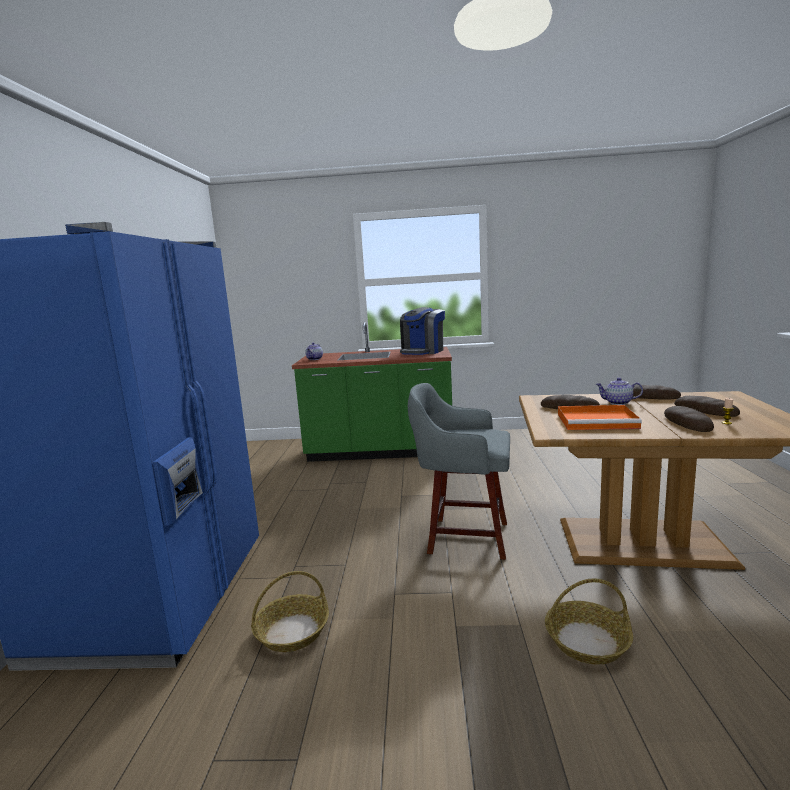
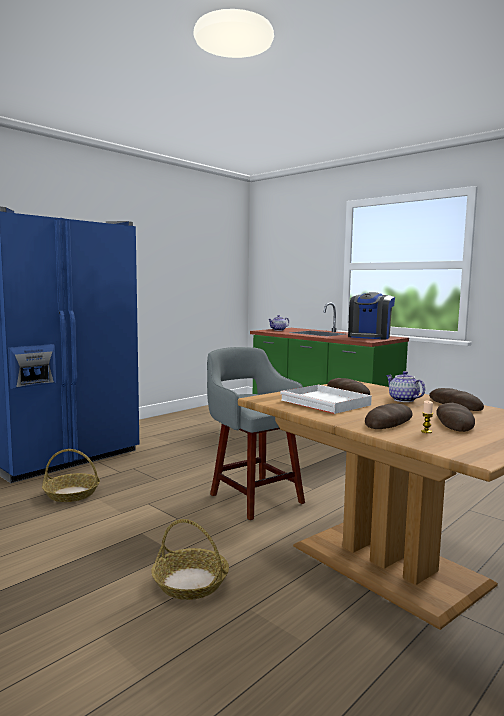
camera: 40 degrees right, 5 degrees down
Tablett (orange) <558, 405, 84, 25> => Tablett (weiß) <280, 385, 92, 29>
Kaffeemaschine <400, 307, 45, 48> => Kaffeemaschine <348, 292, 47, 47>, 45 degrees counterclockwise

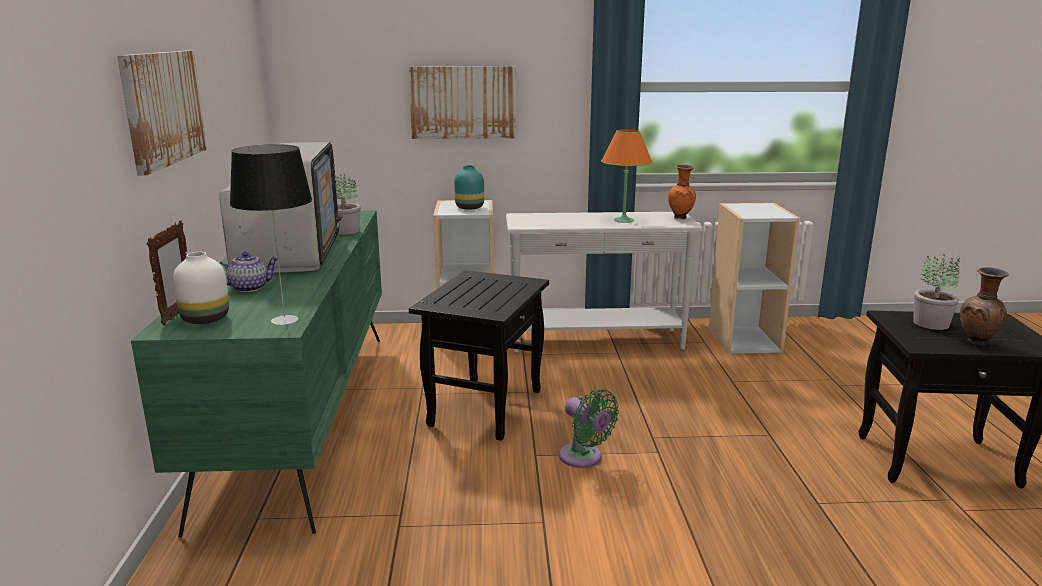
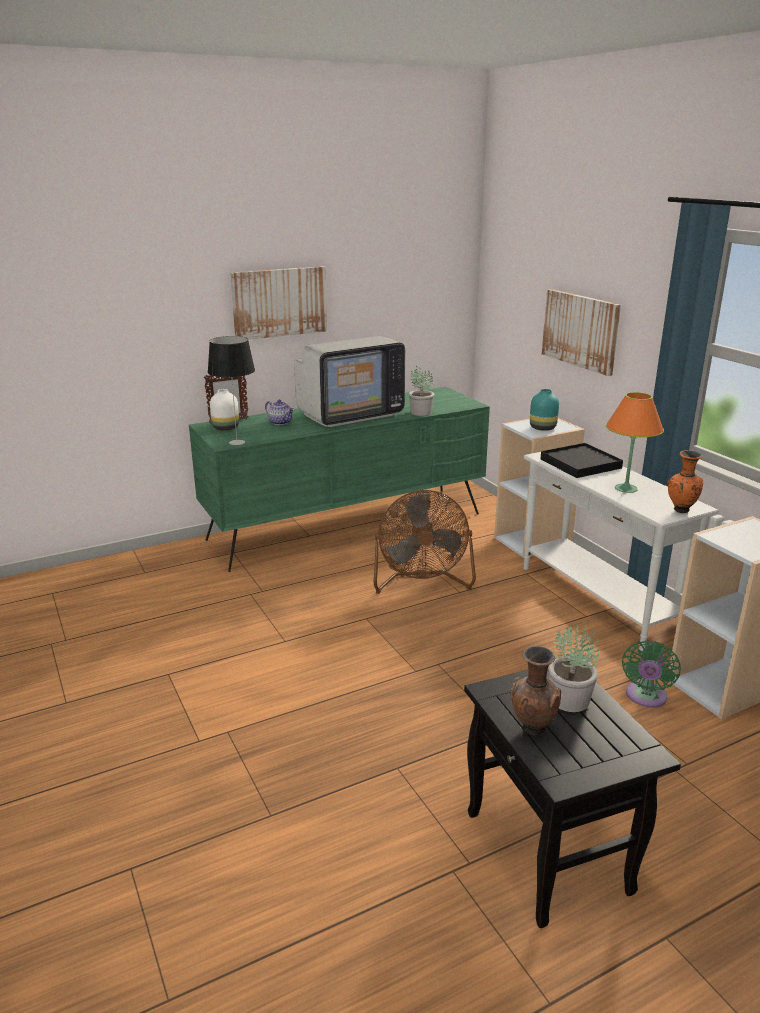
camera: 65 degrees right, 5 degrees up
Beistelltisch (schwarz) <409, 270, 140, 170> => Ventilator (braun) <374, 490, 102, 104>
nothing => Tablett (schwarz) <541, 443, 82, 35>
Ventilator (grün) <559, 389, 60, 79> => Ventilator (grün) <622, 640, 59, 68>, shifted

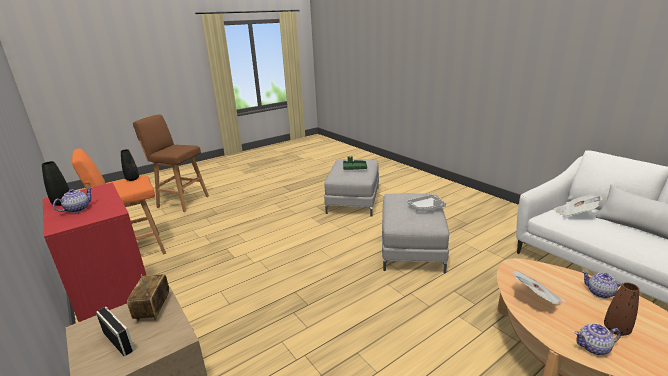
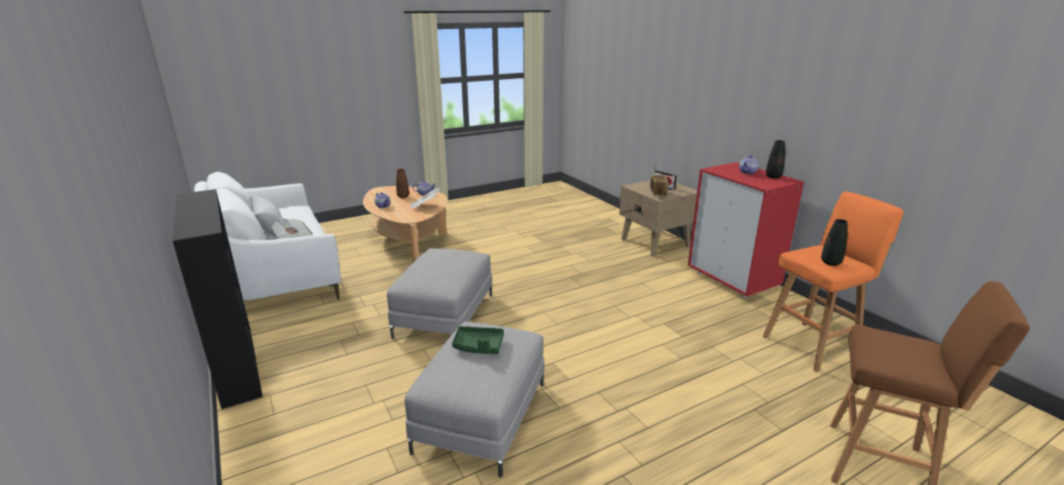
camera: 175 degrees left, 0 degrees up
nothing => Bücherregal (schwarz) <173, 189, 90, 220>
Tablett (grau) <407, 195, 39, 16> => nothing

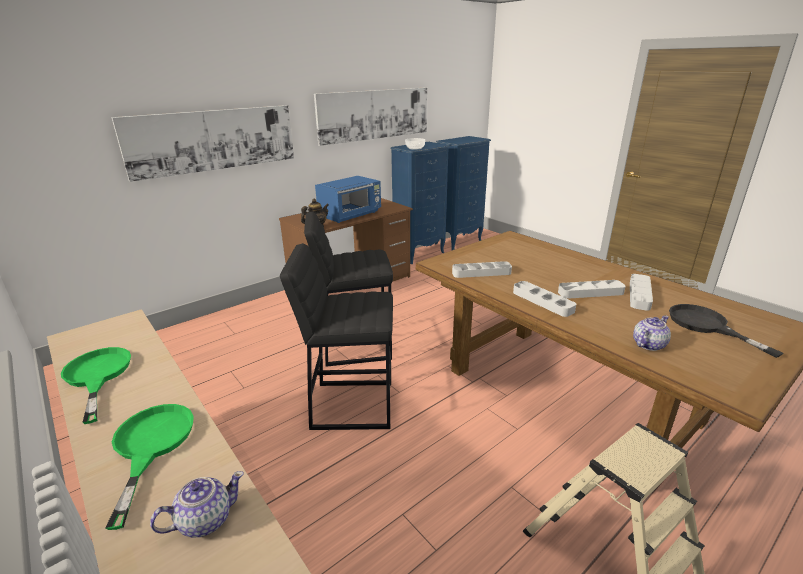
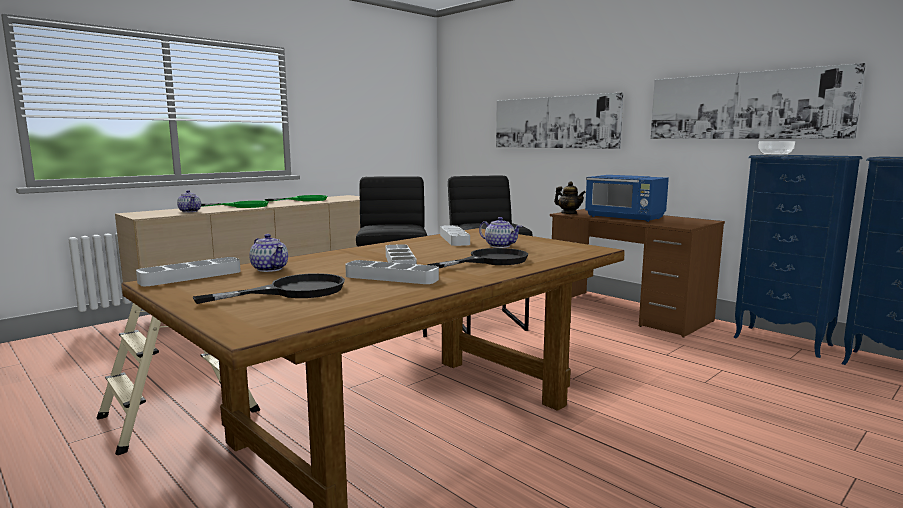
camera: 85 degrees right, 15 degrees down
Tablett (grau) <513, 281, 63, 36> => Tablett (grau) <136, 257, 105, 29>, shifted
nothing => Pfanne (schwarz) <427, 248, 101, 20>
nothing => Teekanne <479, 217, 43, 31>

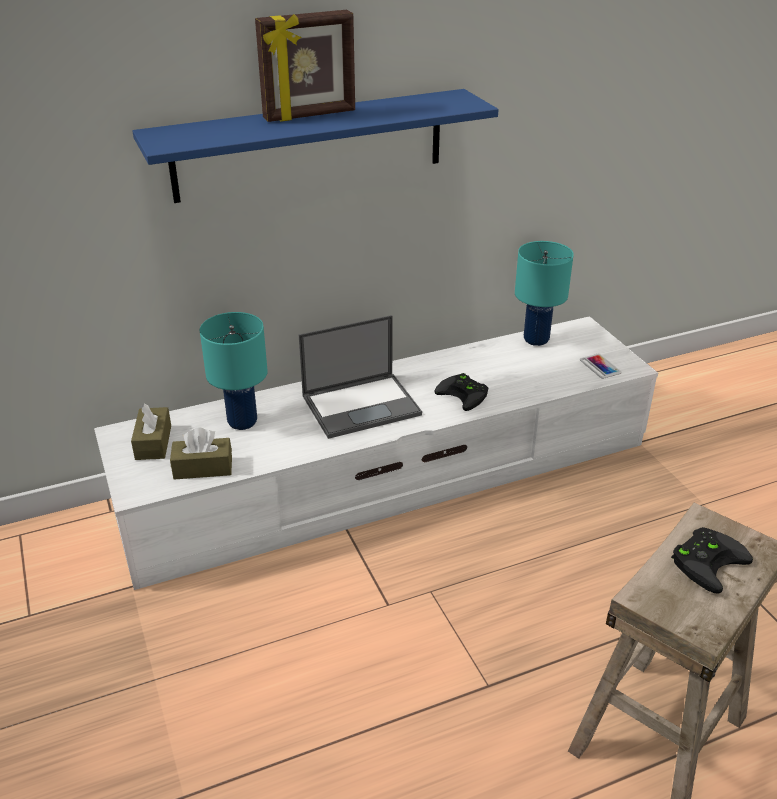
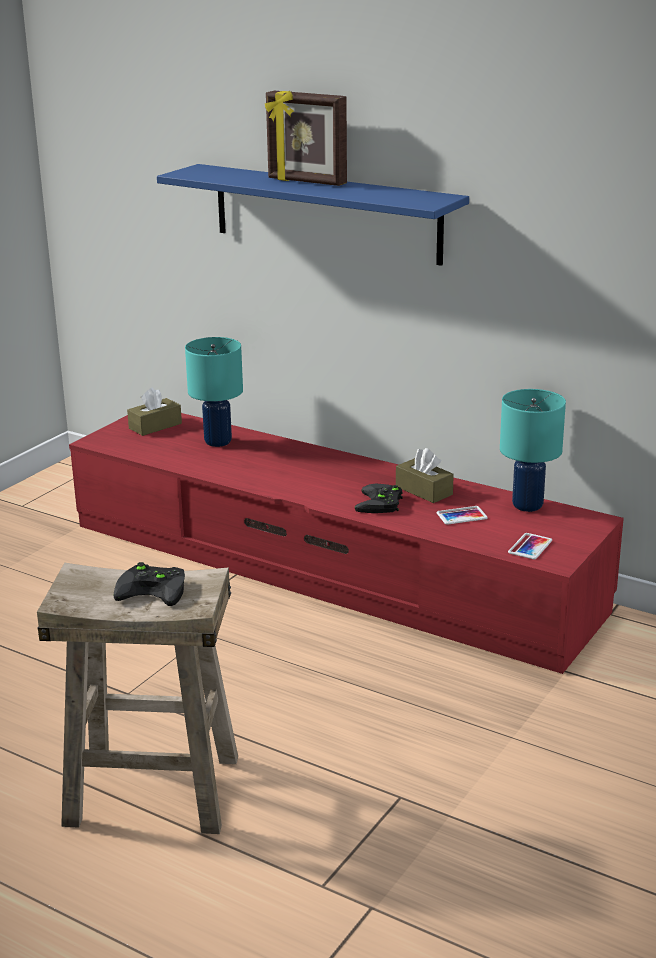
camera: 55 degrees right, 10 degrees down
Fernsehschrank (weiß) <94, 316, 564, 274> => Fernsehschrank (rot) <69, 413, 555, 261>
Taschentuchbox (braun) <170, 427, 62, 53> => Taschentuchbox (braun) <396, 448, 58, 55>, shifted
nothing => Handy <437, 506, 51, 19>
Laptop <299, 315, 123, 124> => nothing

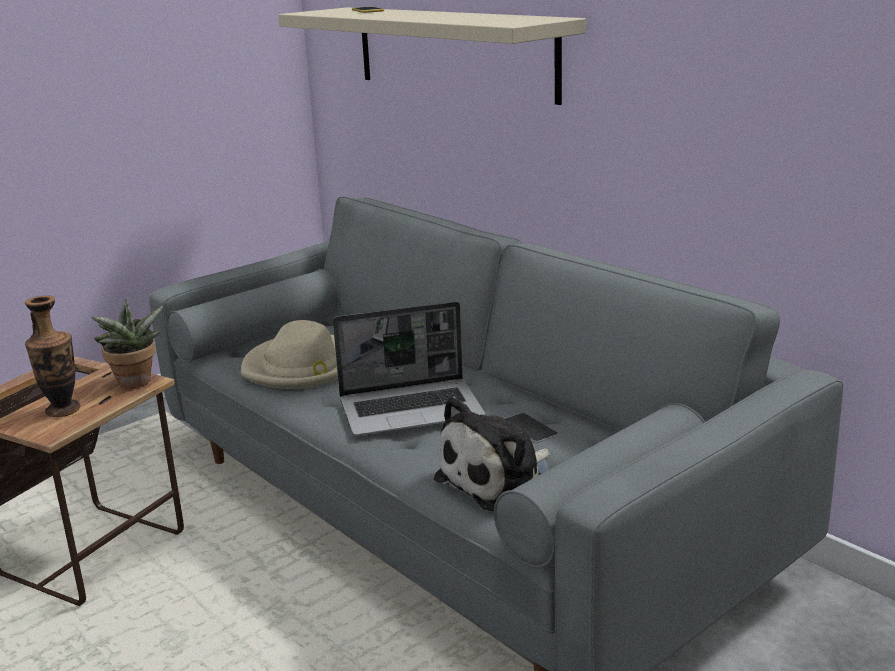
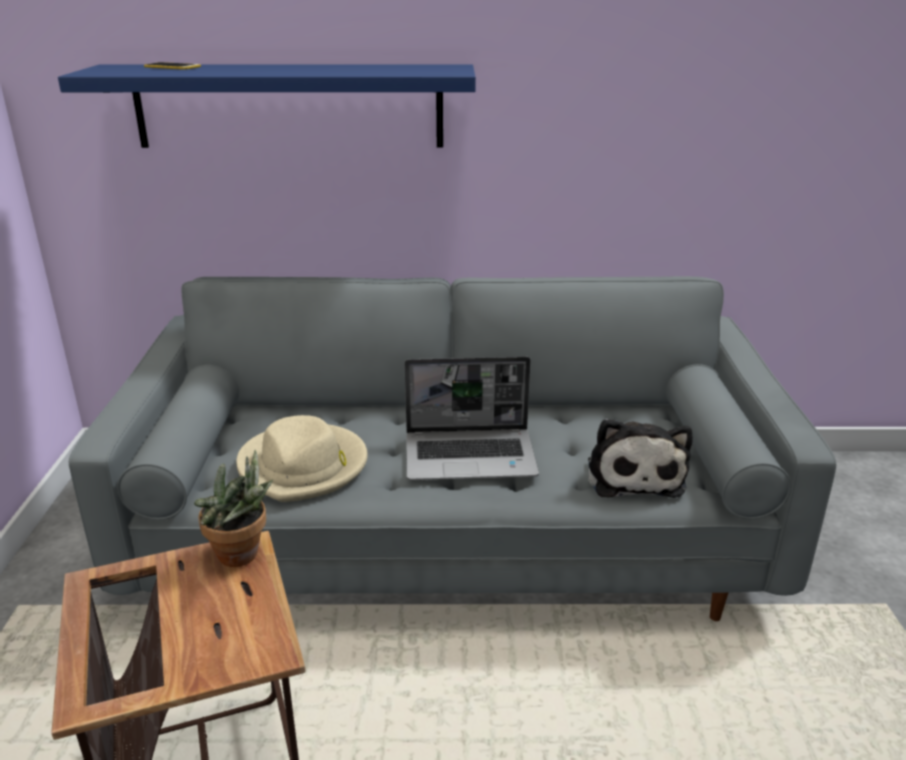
camera: 50 degrees left, 5 degrees up
Wandregal (beige) <278, 7, 308, 98> => Wandregal (blau) <58, 65, 418, 83>
Laptop <333, 301, 153, 135> => Laptop <404, 356, 135, 124>, 60 degrees clockwise
Vase <25, 296, 55, 121> => nothing
Handy <505, 413, 53, 30> => nothing

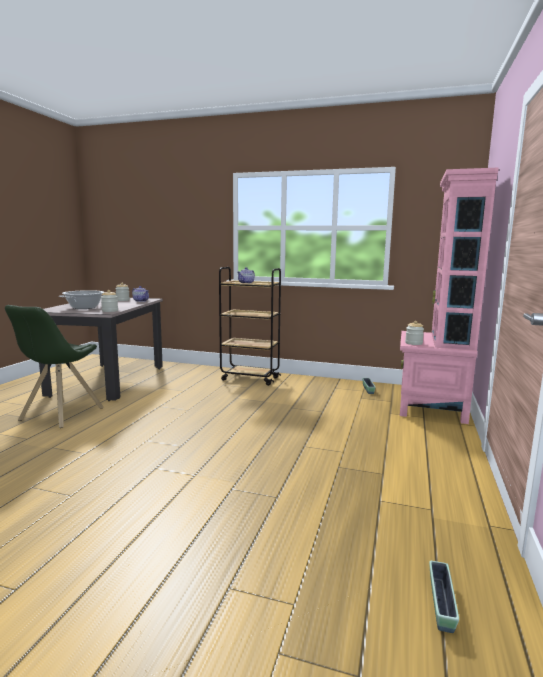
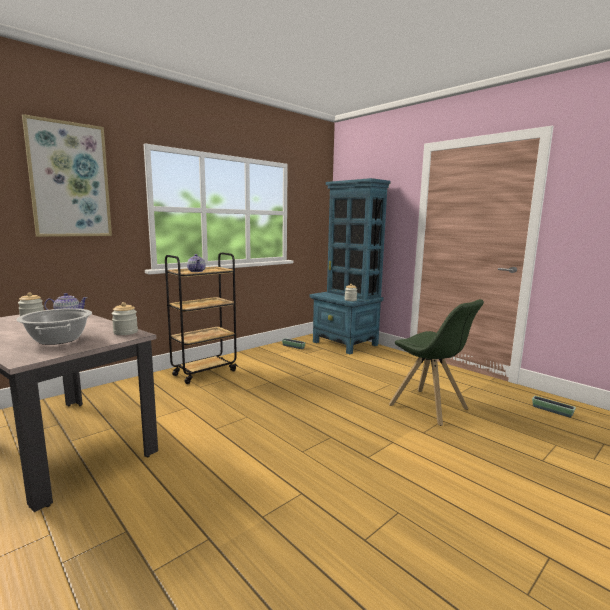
camera: 60 degrees left, 0 degrees up
nothing => Bild <22, 114, 90, 123>
Schrank (rosa) <400, 167, 99, 257> => Schrank (blau) <309, 178, 82, 176>
Stuhl (grün) <5, 305, 99, 123> => Stuhl (grün) <389, 299, 95, 127>, shifted

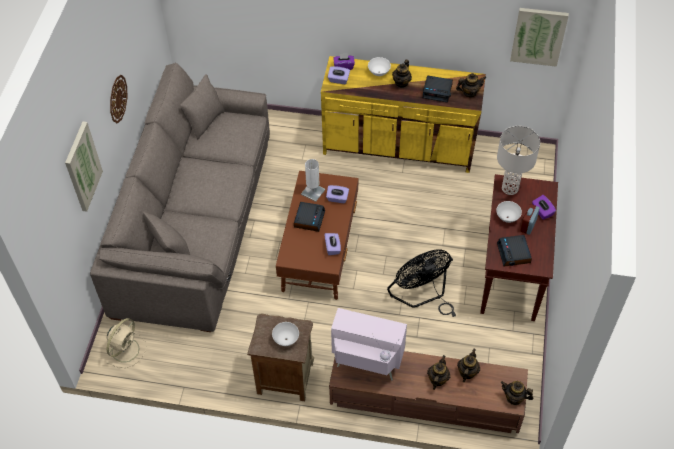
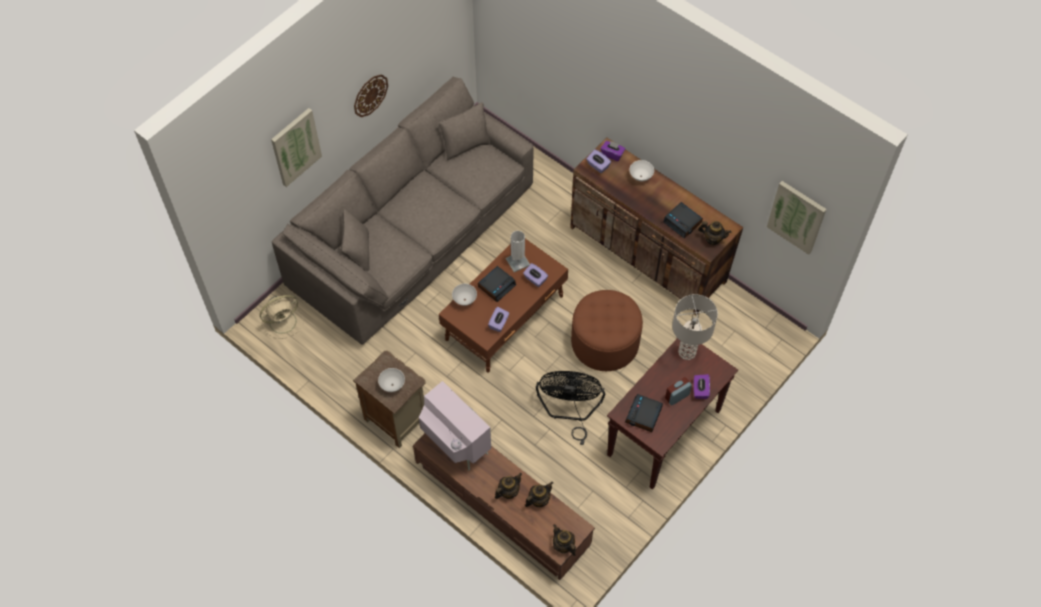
camera: 30 degrees right, 5 degrees up
Schüssel (weiß) <496, 201, 26, 22> => Schüssel (weiß) <452, 284, 25, 22>, shifted
Schrank (gelb) <321, 56, 165, 117> => Schrank (braun) <570, 137, 173, 178>
nothing => Polsterhocker (braun) <571, 290, 72, 81>
Teekanne <392, 59, 20, 29> => nothing

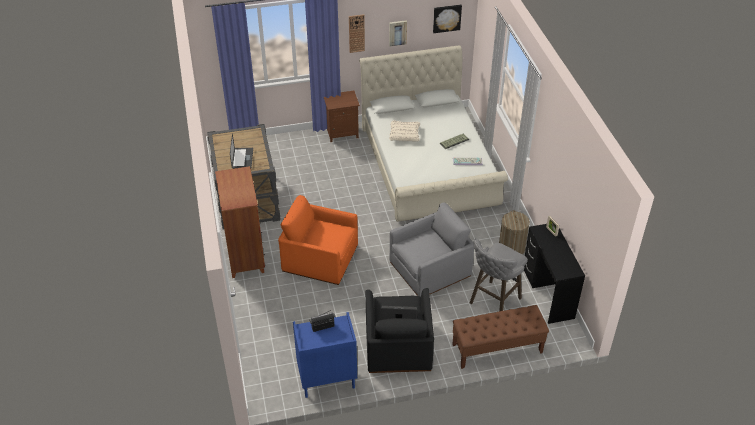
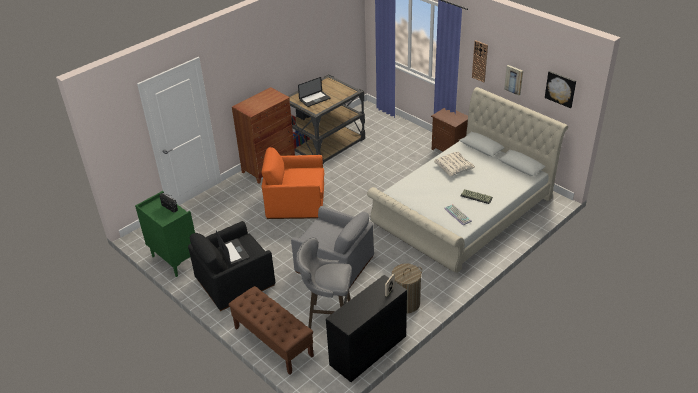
camera: 60 degrees right, 5 degrees down
Schrank (blau) <293, 312, 64, 86> => Schrank (grün) <135, 191, 60, 86>
Sessel (orange) <278, 195, 80, 90> => Sessel (orange) <262, 147, 62, 72>, 75 degrees counterclockwise

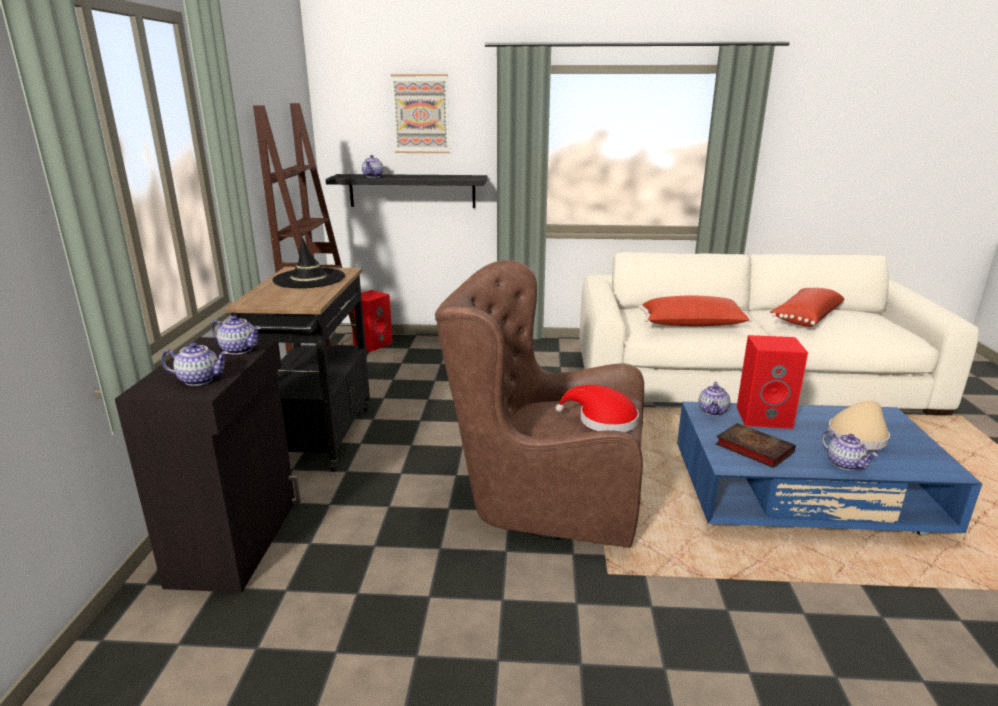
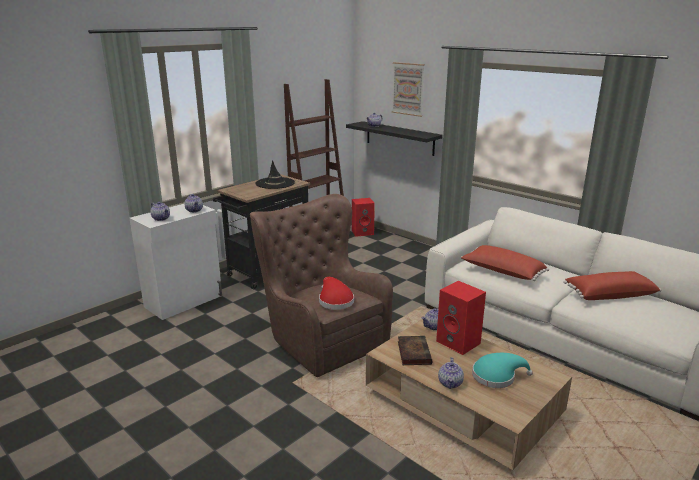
camera: 40 degrees right, 0 degrees up
Schrank (schwarz) <115, 337, 186, 256> => Schrank (weiß) <129, 204, 93, 116>
Couchtisch (blau) <677, 402, 305, 134> => Couchtisch (braun) <366, 319, 206, 151>
Hut (beige) <827, 401, 63, 49> => Hut (türkis) <472, 353, 61, 35>

